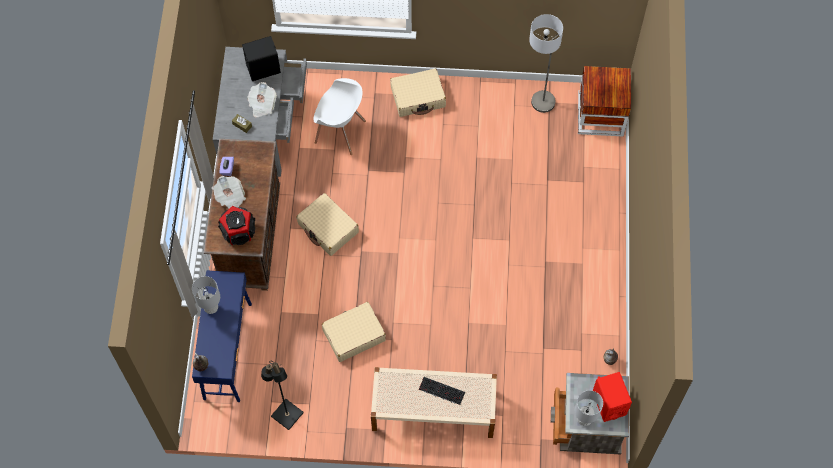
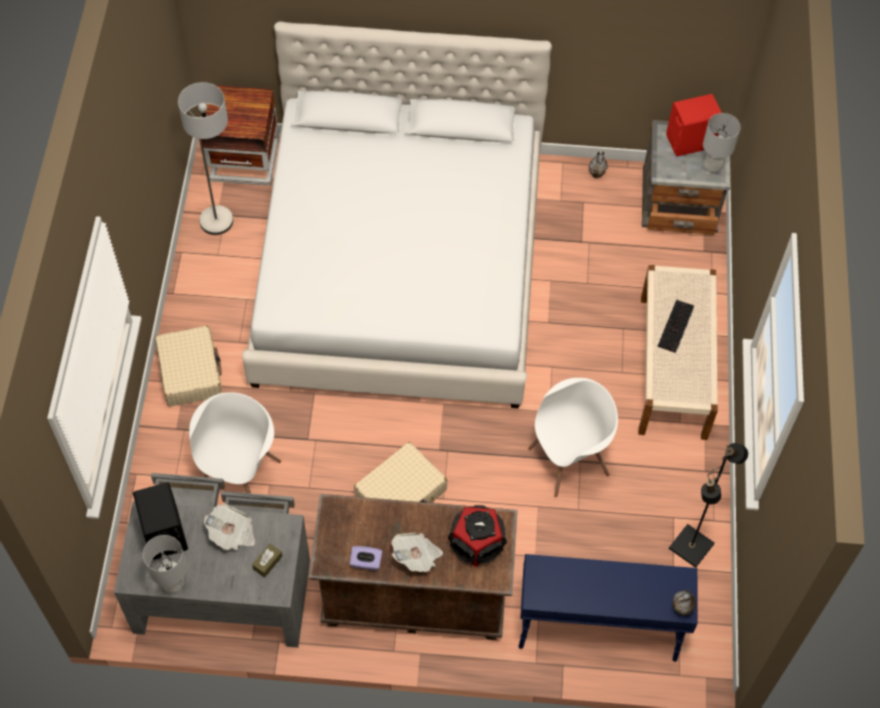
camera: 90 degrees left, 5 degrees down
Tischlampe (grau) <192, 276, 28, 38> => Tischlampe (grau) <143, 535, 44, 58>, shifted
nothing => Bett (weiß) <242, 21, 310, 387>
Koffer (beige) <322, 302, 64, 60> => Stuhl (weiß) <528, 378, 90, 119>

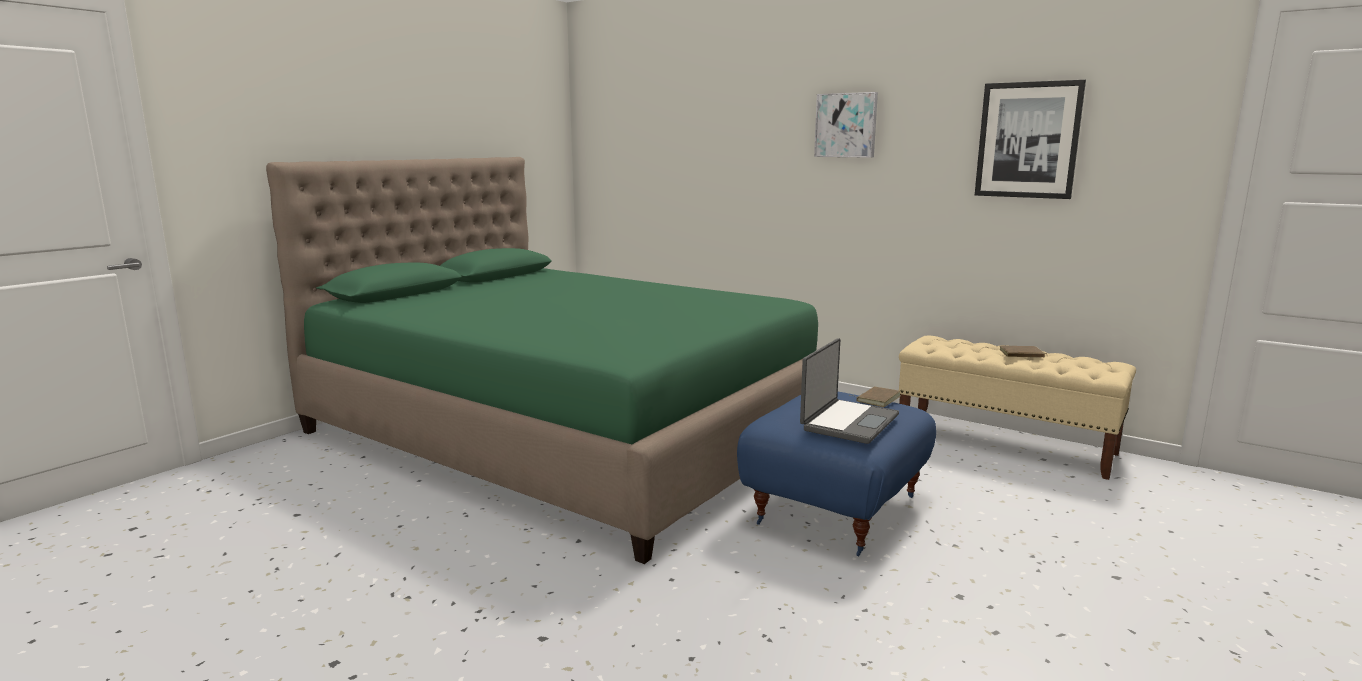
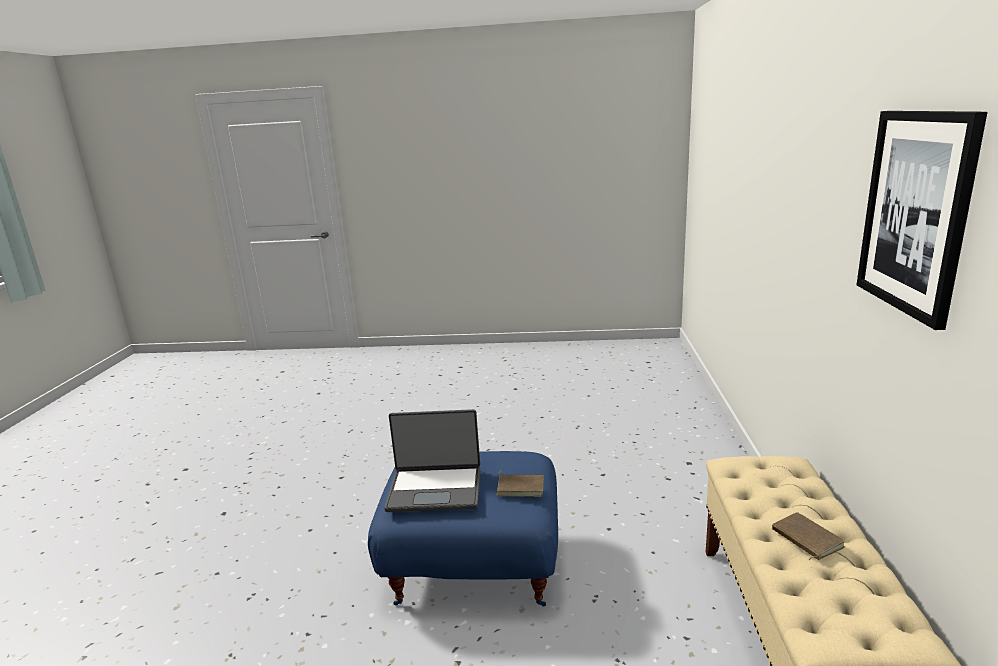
camera: 60 degrees right, 5 degrees up
Bett (grün) <266, 157, 552, 407> => nothing
Bild <814, 92, 64, 66> => nothing

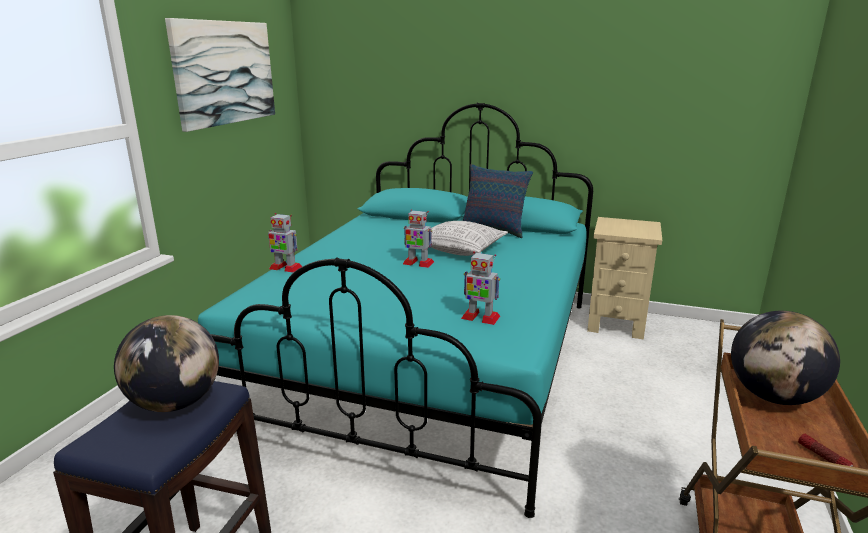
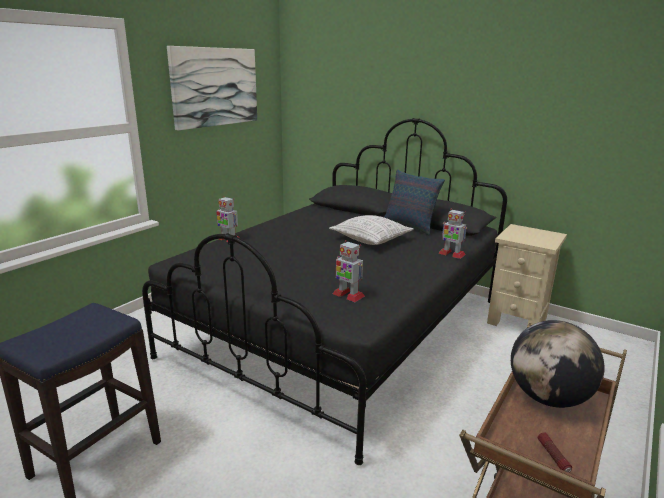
camera: 15 degrees right, 0 degrees up
Bett (türkis) <198, 103, 395, 415> => Bett (schwarz) <142, 118, 365, 347>
Spielzeugroboter <403, 209, 31, 59> => Spielzeugroboter <438, 209, 29, 50>, shifted
Globus <114, 315, 105, 97> => nothing

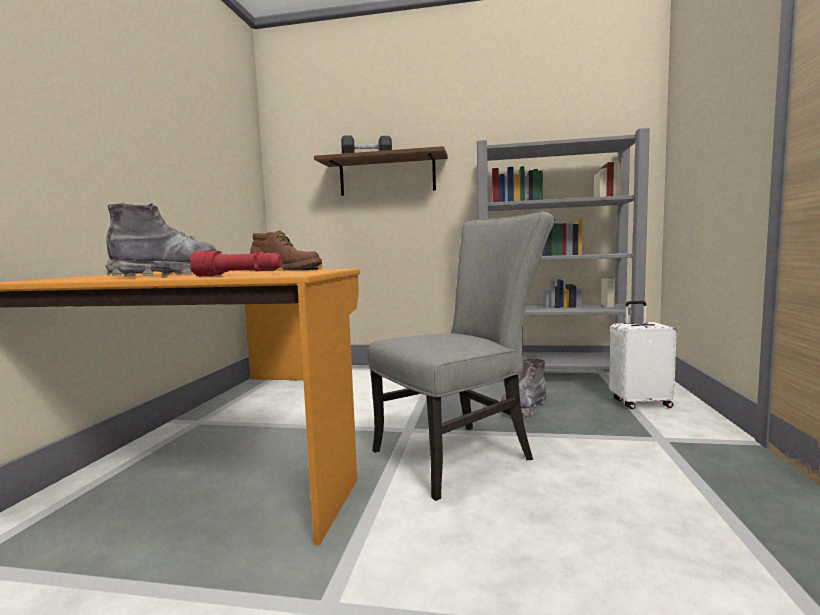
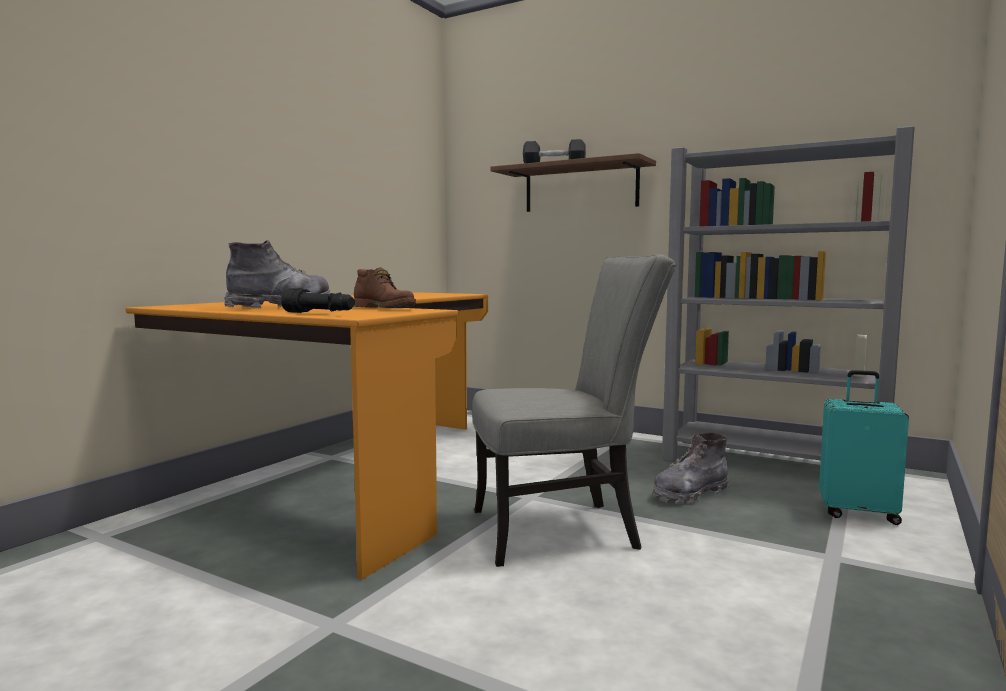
camera: 20 degrees right, 0 degrees up
Taschenlampe (rot) <190, 250, 93, 26> => Taschenlampe (schwarz) <281, 288, 74, 25>
Koffer (weiß) <609, 301, 68, 108> => Koffer (türkis) <819, 370, 90, 155>

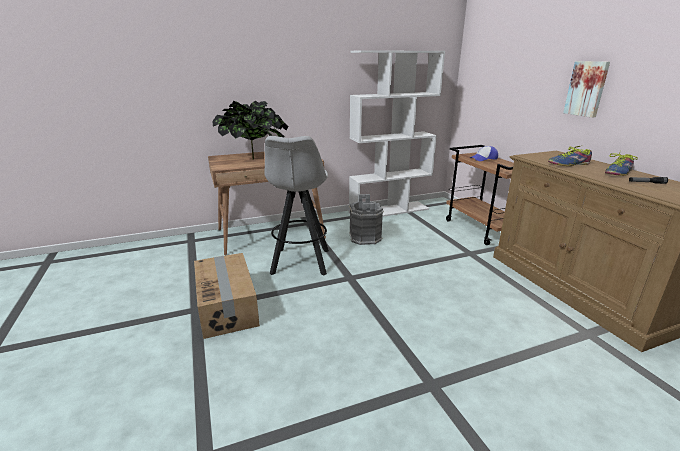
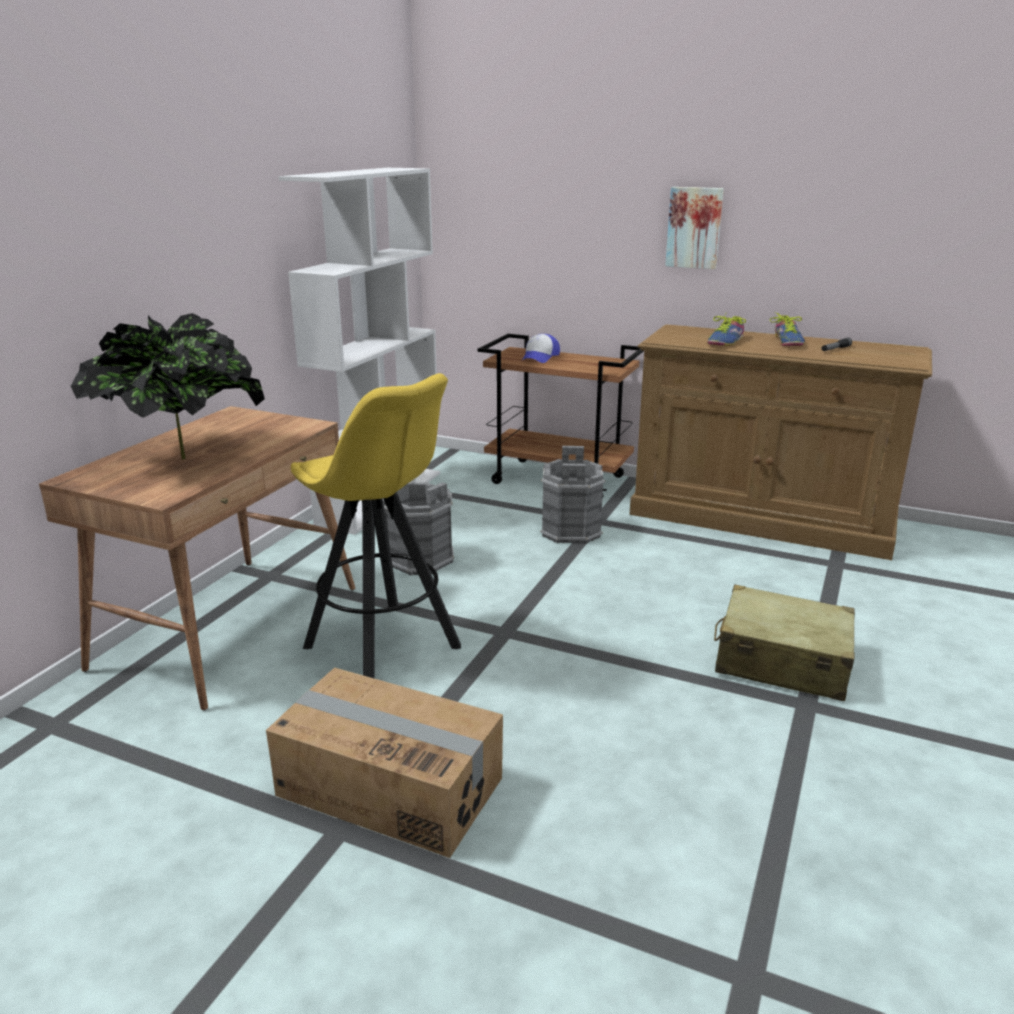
camera: 45 degrees left, 0 degrees up
Hocker (grau) <264, 136, 65, 139> => Hocker (gelb) <291, 373, 170, 305>
nothing => Eimer (grau) <540, 446, 65, 98>
nothing => Koffer (beige) <714, 584, 141, 117>

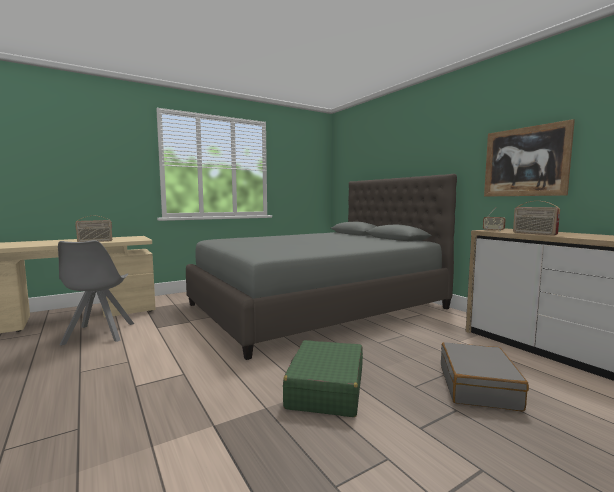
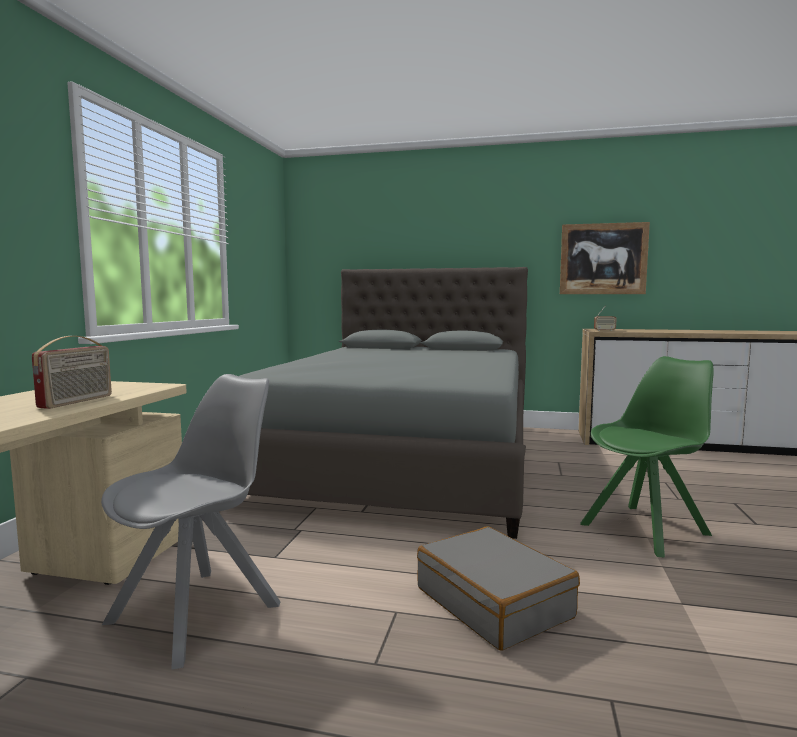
camera: 45 degrees left, 0 degrees up
Stuhl (grau) <58, 240, 76, 106> => Stuhl (grau) <101, 374, 180, 296>, 90 degrees counterclockwise
Koffer (grau) <441, 342, 88, 70> => Koffer (grau) <417, 526, 163, 125>, shifted
Koffer (grün) <283, 340, 80, 77> => Stuhl (grün) <580, 356, 134, 201>
Radio <513, 201, 47, 34> => nothing

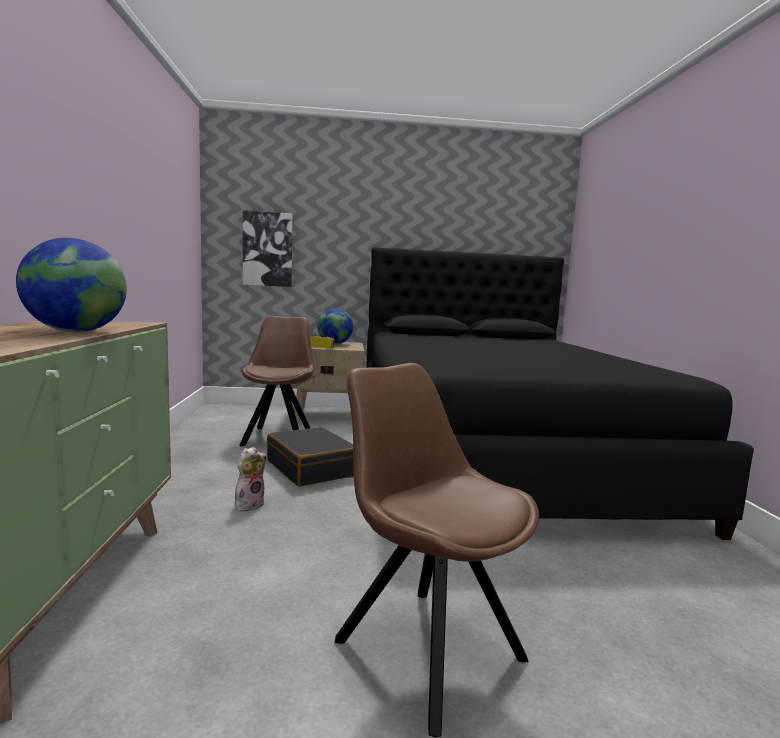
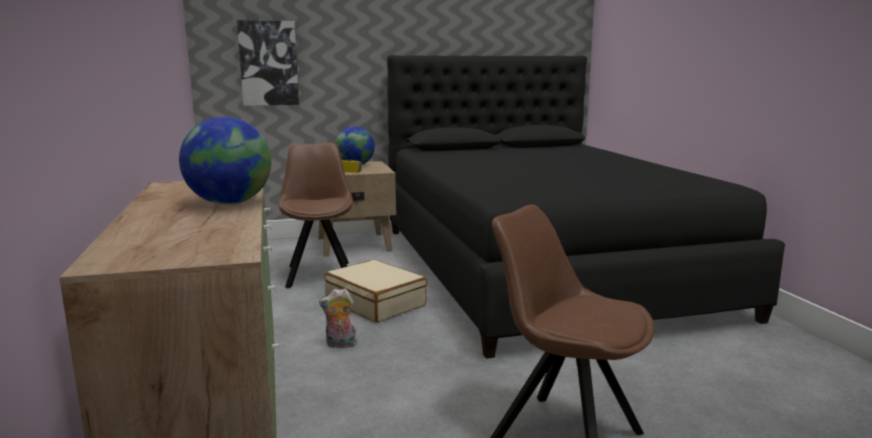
camera: 10 degrees left, 5 degrees up
Plüschtier <235, 447, 32, 64> => Plüschtier <319, 288, 40, 60>, 120 degrees counterclockwise
Koffer (schwarz) <267, 427, 87, 60> => Koffer (beige) <325, 259, 102, 63>

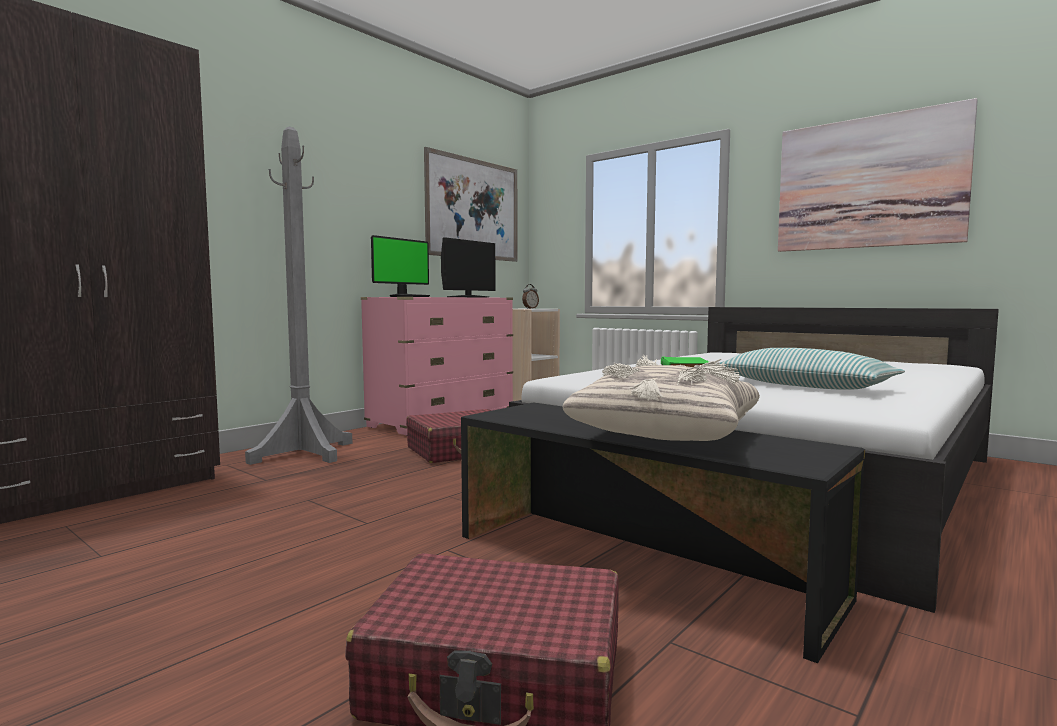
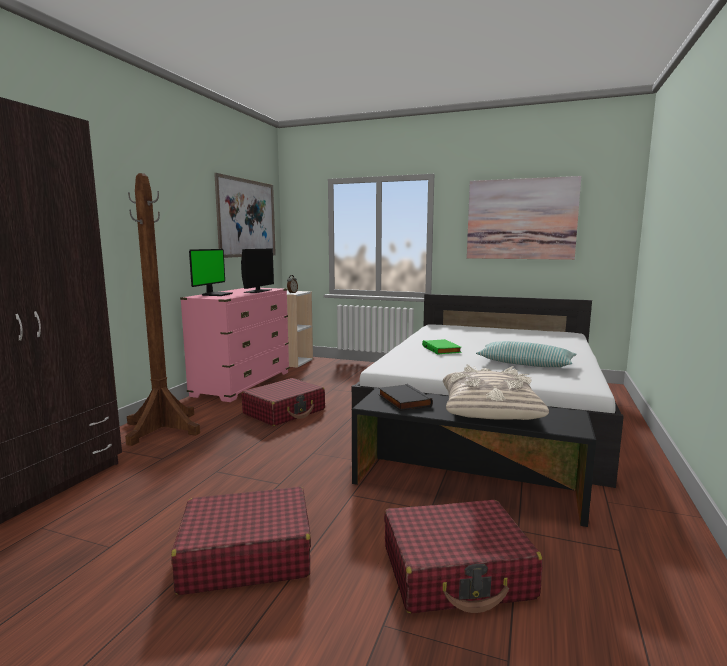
camera: 20 degrees left, 5 degrees up
Kleiderständer (grau) <245, 127, 107, 338> => Kleiderständer (braun) <125, 173, 75, 273>
nothing => Koffer (rot) <171, 487, 140, 108>
nothing => Buch (schwarz) <378, 384, 55, 27>

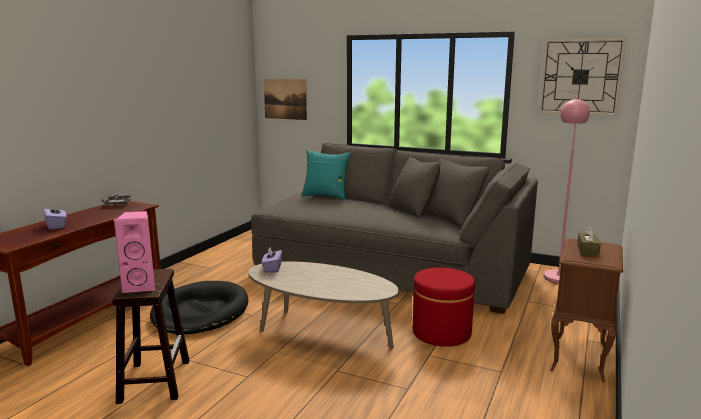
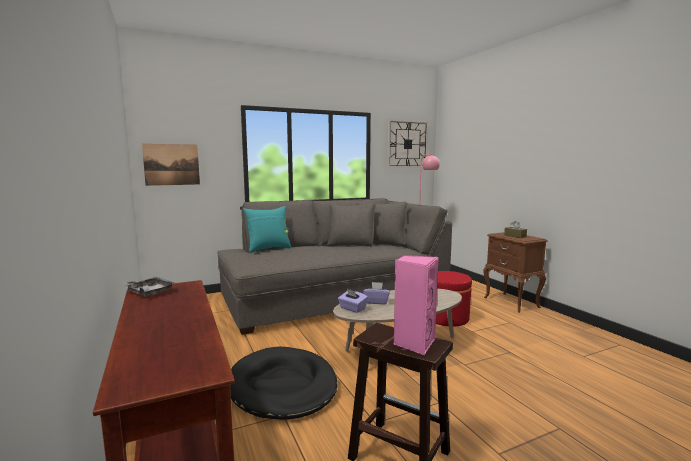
camera: 50 degrees left, 5 degrees down
Taschentuchbox (lila) <43, 205, 24, 25> => Taschentuchbox (lila) <363, 282, 27, 22>, shifted

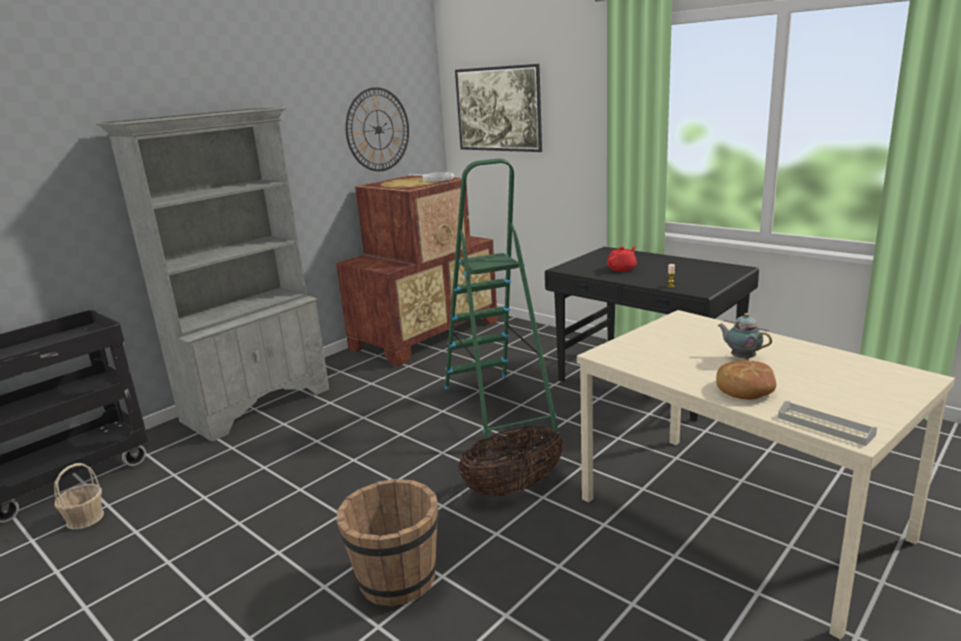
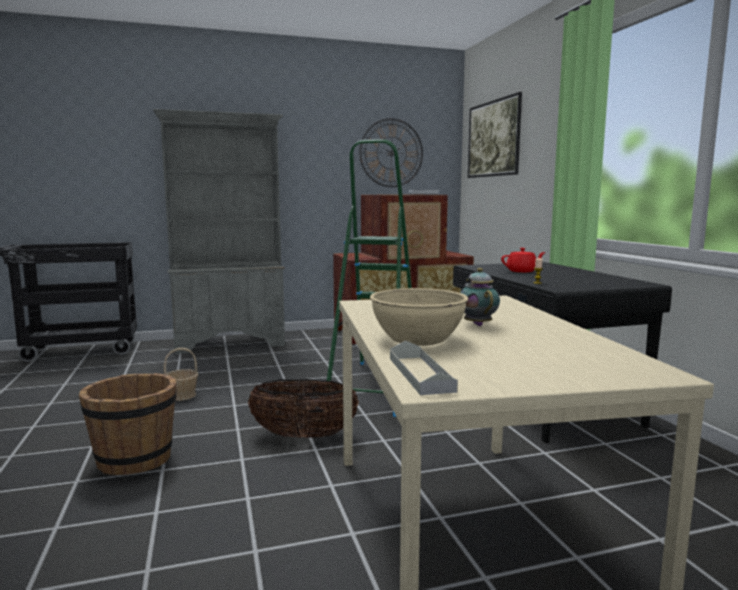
camera: 30 degrees right, 10 degrees down
Korb <54, 463, 50, 67> => Korb <164, 348, 34, 53>, shifted
Brot <716, 361, 60, 38> => Schüssel (beige) <370, 288, 98, 58>

